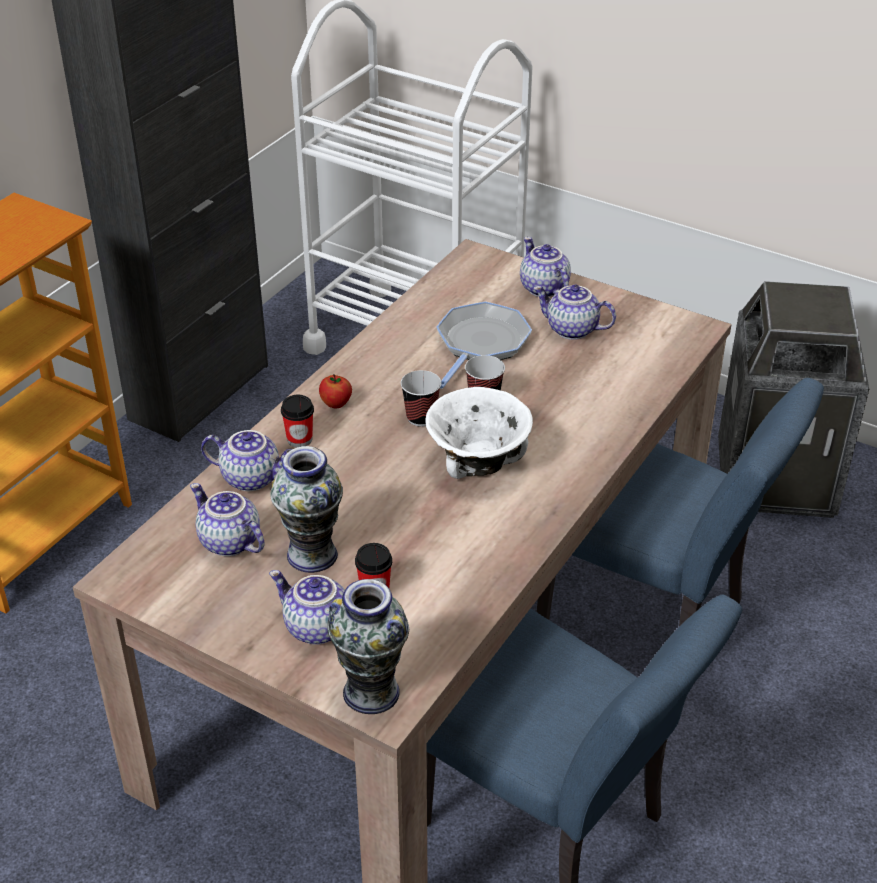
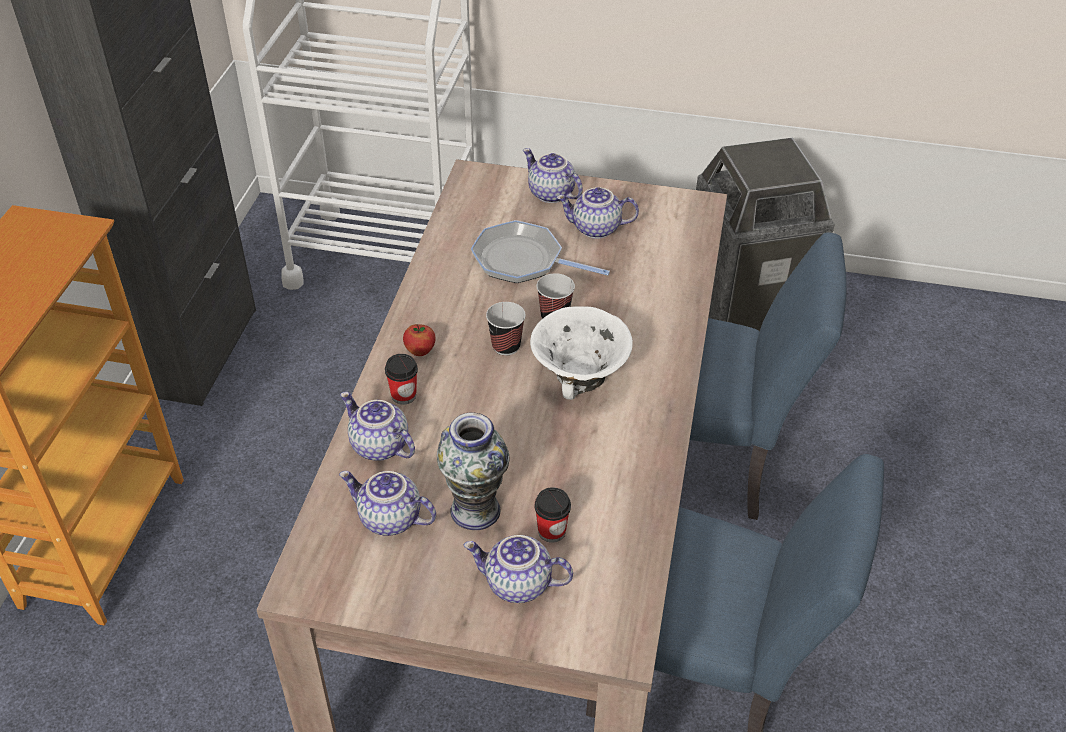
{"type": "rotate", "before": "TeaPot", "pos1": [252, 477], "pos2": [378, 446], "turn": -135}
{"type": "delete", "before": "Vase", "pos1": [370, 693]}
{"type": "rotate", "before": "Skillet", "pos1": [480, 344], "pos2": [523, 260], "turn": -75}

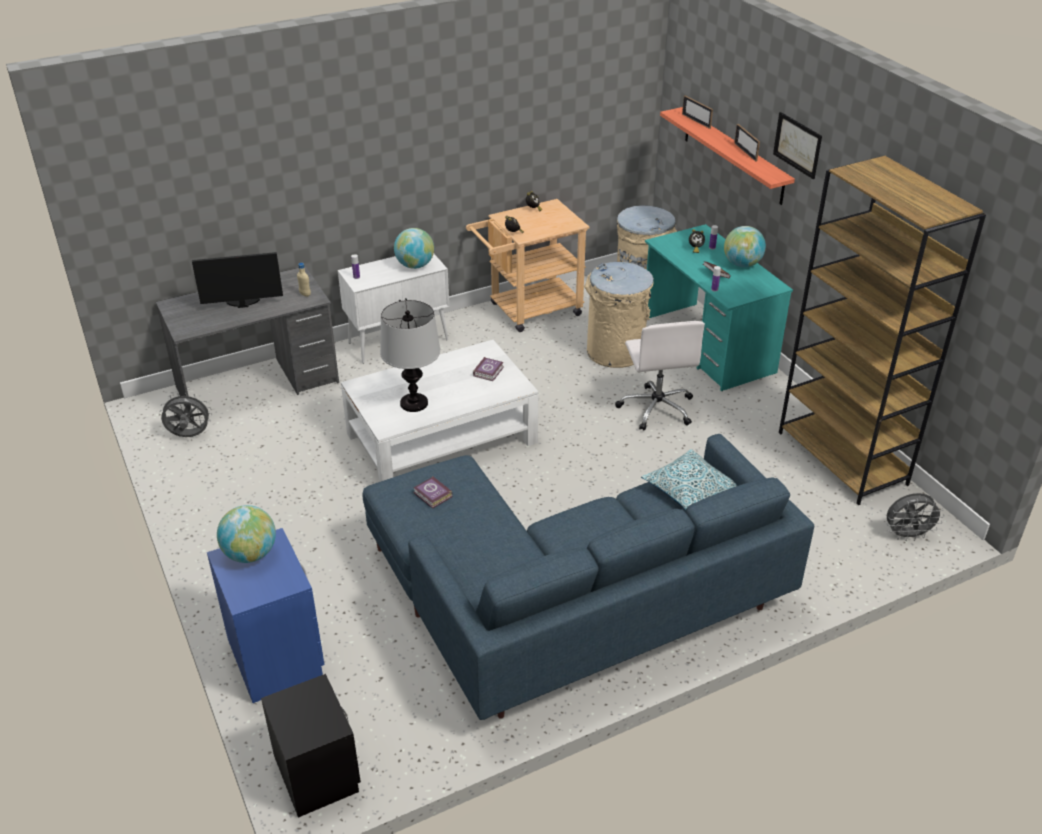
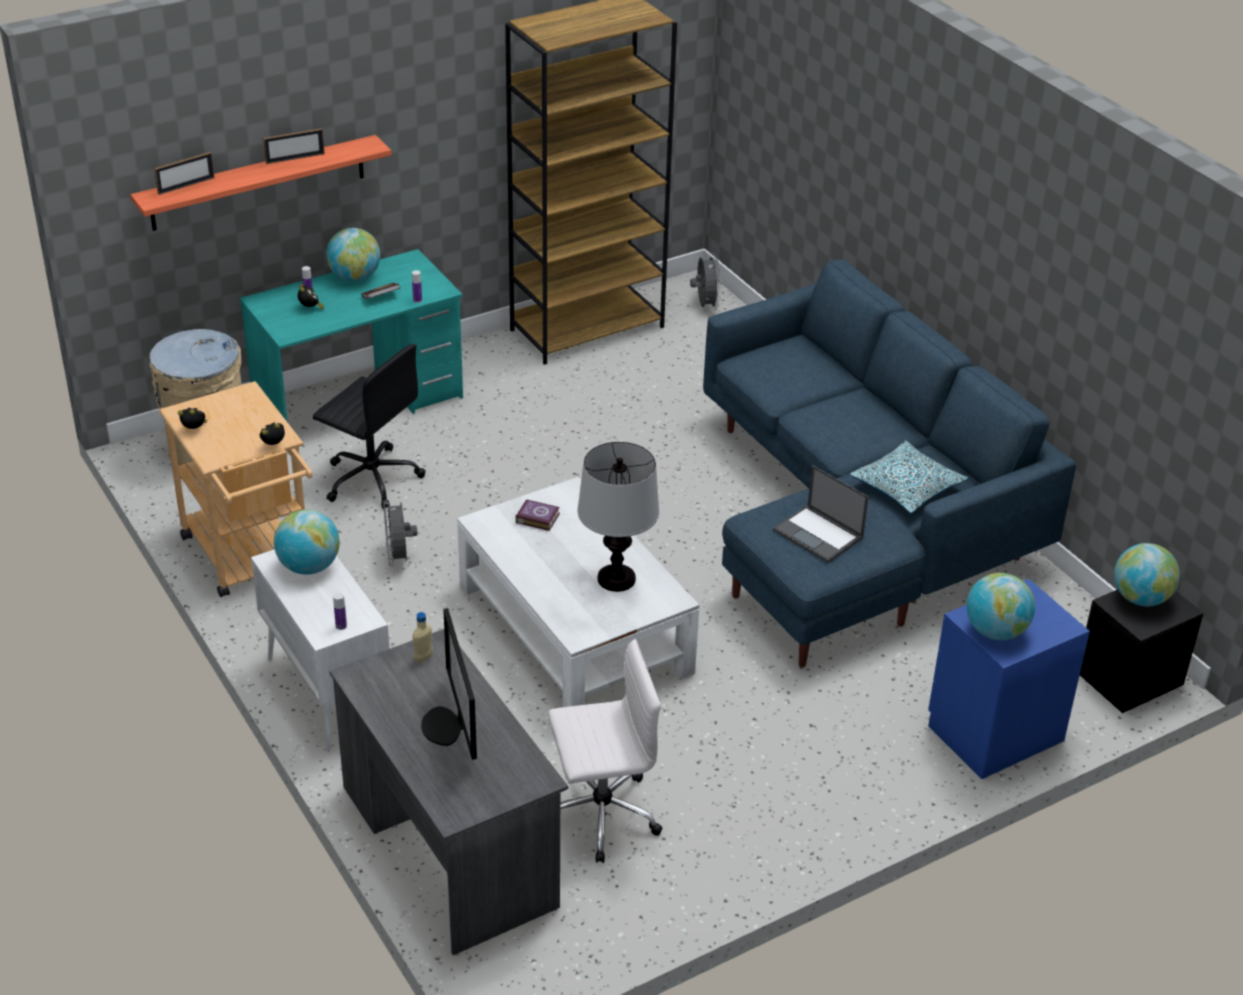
{"type": "move", "before": "GreyishFan", "pos1": [189, 436], "pos2": [399, 558]}
{"type": "replace", "before": "Volume", "after": "Laptop", "pos1": [433, 495], "pos2": [819, 534]}
{"type": "replace", "before": "SandColouredWasteBin", "after": "BlackishComputerChair", "pos1": [615, 352], "pos2": [371, 478]}
{"type": "move", "before": "WhiteComputerChair", "pos1": [656, 408], "pos2": [599, 813]}
{"type": "move", "before": "ThrowPillow", "pos1": [691, 490], "pos2": [906, 487]}
{"type": "delete", "before": "Picture", "pos1": [797, 145]}
{"type": "insert", "after": "WorldGlobe", "pos2": [1140, 598]}

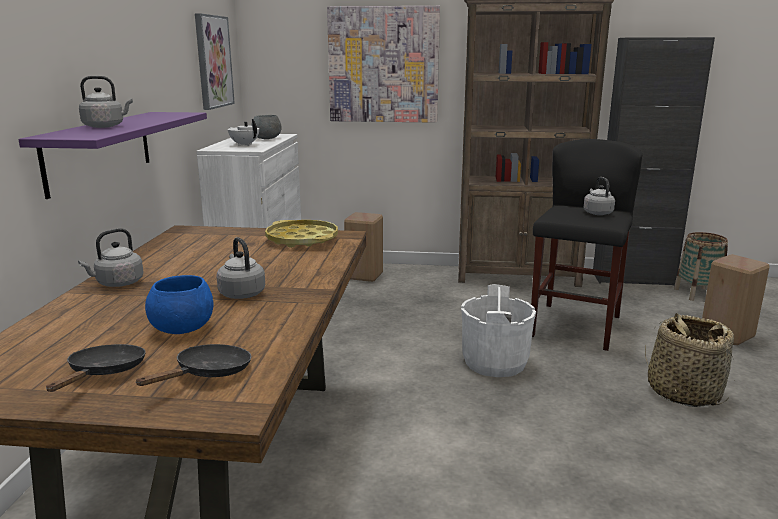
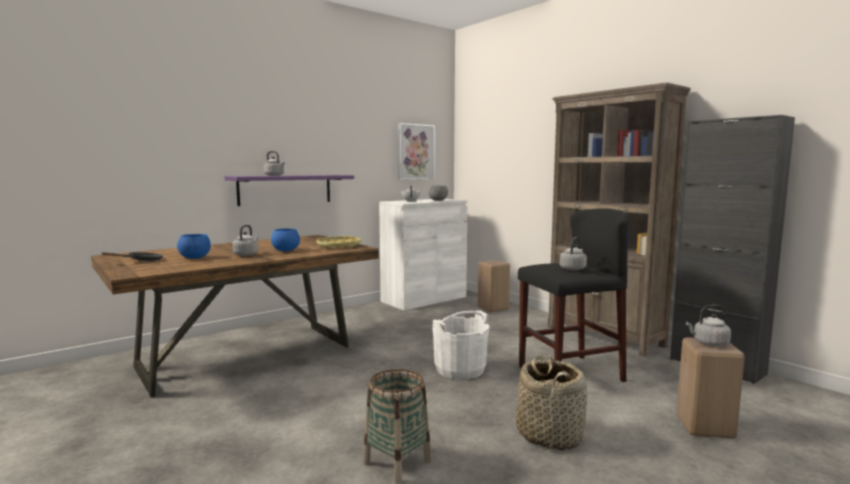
{"type": "move", "before": "GreyishKettle", "pos1": [117, 283], "pos2": [709, 343]}
{"type": "delete", "before": "BlackishSkillet", "pos1": [208, 373]}
{"type": "delete", "before": "Picture", "pos1": [383, 65]}
{"type": "move", "before": "HouseholdBasket", "pos1": [697, 294], "pos2": [397, 462]}
{"type": "insert", "after": "BluishDeepDish", "pos2": [286, 250]}

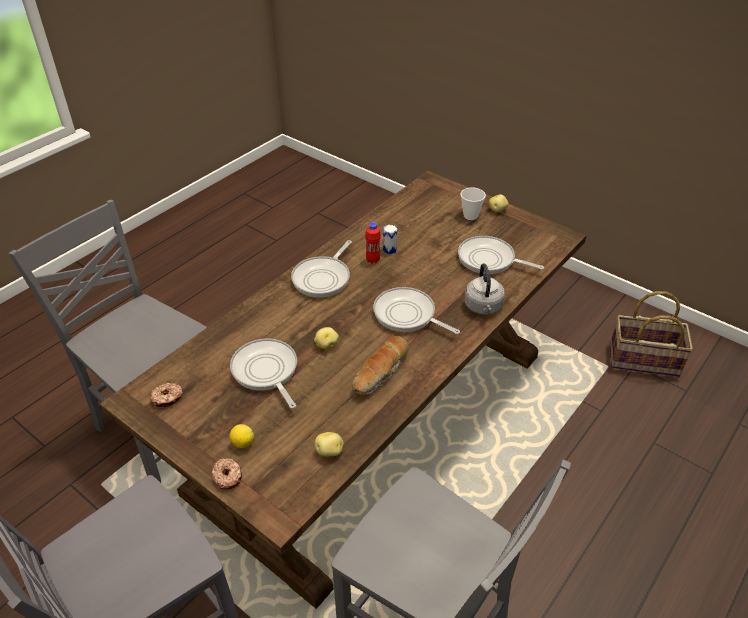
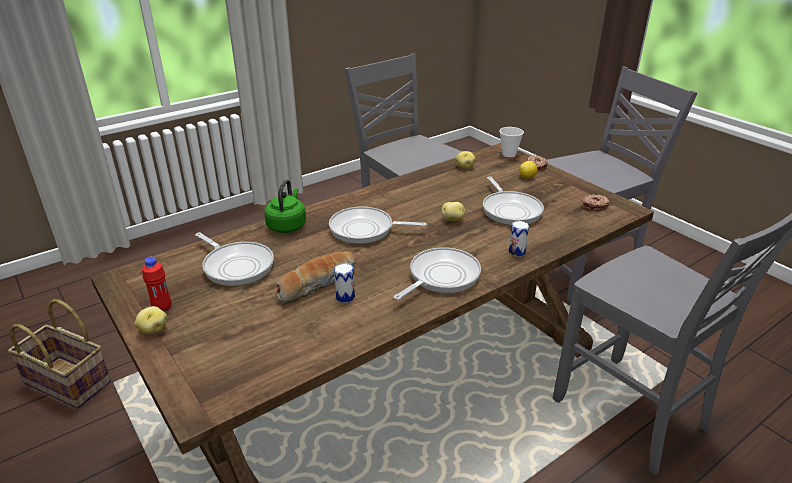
{"type": "move", "before": "BakedBread", "pos1": [381, 372], "pos2": [316, 284]}
{"type": "move", "before": "RedColouredDrinkBottle", "pos1": [373, 260], "pos2": [162, 308]}
{"type": "rotate", "before": "Skillet", "pos1": [407, 315], "pos2": [365, 230], "turn": 135}
{"type": "move", "before": "SmallCup", "pos1": [470, 216], "pos2": [509, 154]}
{"type": "recolor", "before": "GreyishKettle", "after": "GreenishKettle", "pos1": [483, 307], "pos2": [287, 225]}
{"type": "insert", "after": "Can", "pos2": [516, 252]}

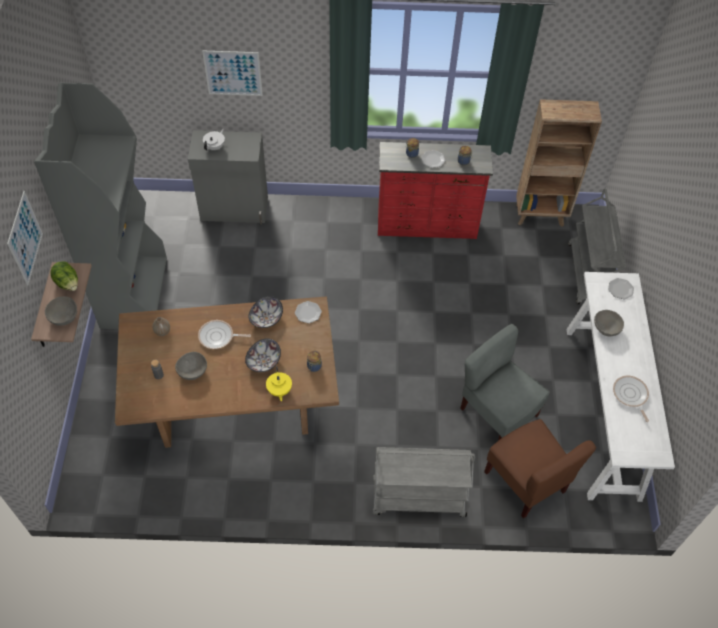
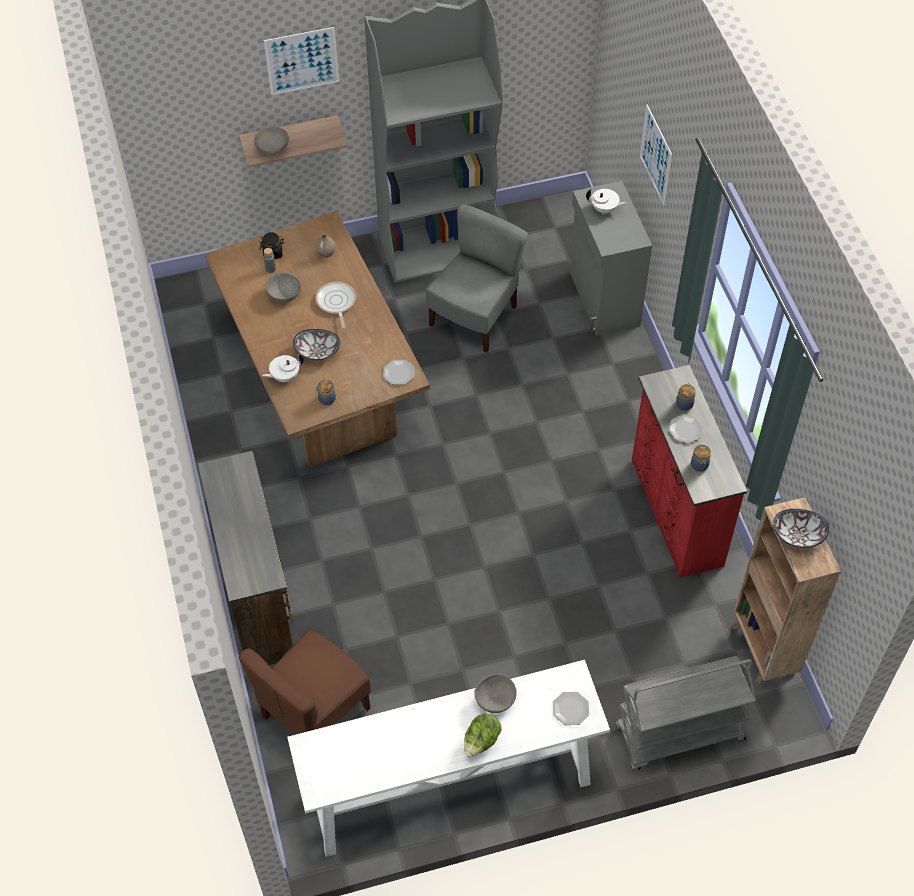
{"type": "move", "before": "LettuceHead", "pos1": [68, 283], "pos2": [481, 741]}
{"type": "move", "before": "DeepDish", "pos1": [266, 318], "pos2": [798, 535]}
{"type": "recolor", "before": "YellowTeaPot", "after": "WhiteTeaPot", "pos1": [279, 390], "pos2": [285, 376]}
{"type": "replace", "before": "GreyishTrolley", "after": "BrownColouredDrawerChest", "pos1": [418, 498], "pos2": [258, 598]}
{"type": "move", "before": "GreyishUprightChair", "pos1": [497, 413], "pos2": [475, 316]}
{"type": "delete", "before": "Skillet", "pos1": [630, 395]}
{"type": "insert", "after": "BlackishJar", "pos2": [273, 252]}

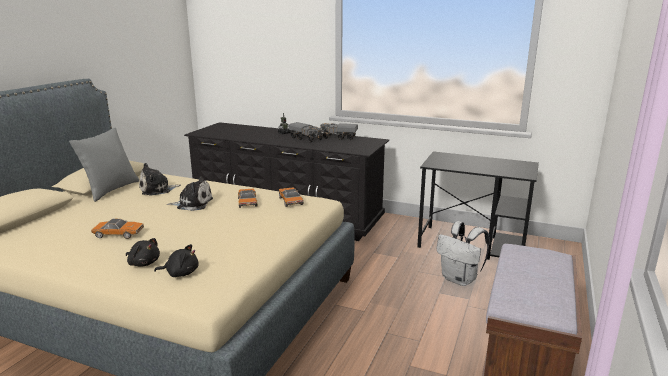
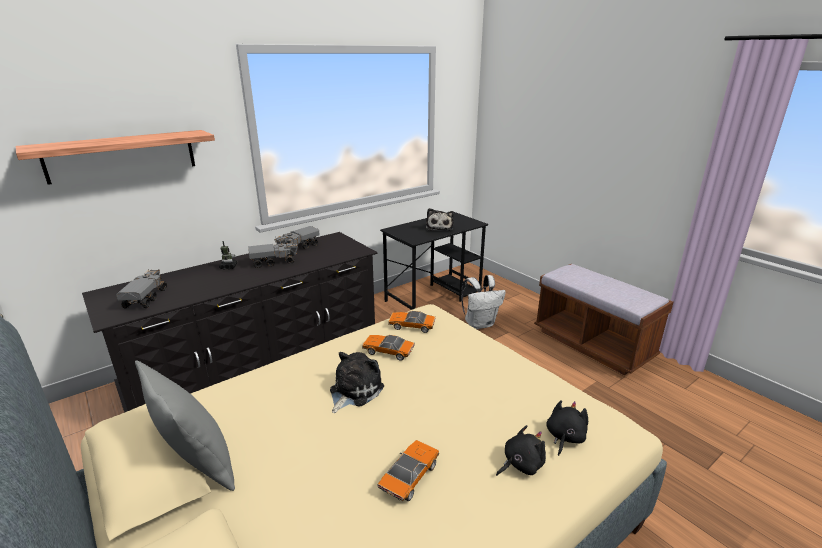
{"type": "move", "before": "PlushToy", "pos1": [157, 190], "pos2": [439, 227]}
{"type": "insert", "after": "BracketShelf", "pos2": [122, 156]}
{"type": "insert", "after": "ToyLorry", "pos2": [145, 298]}

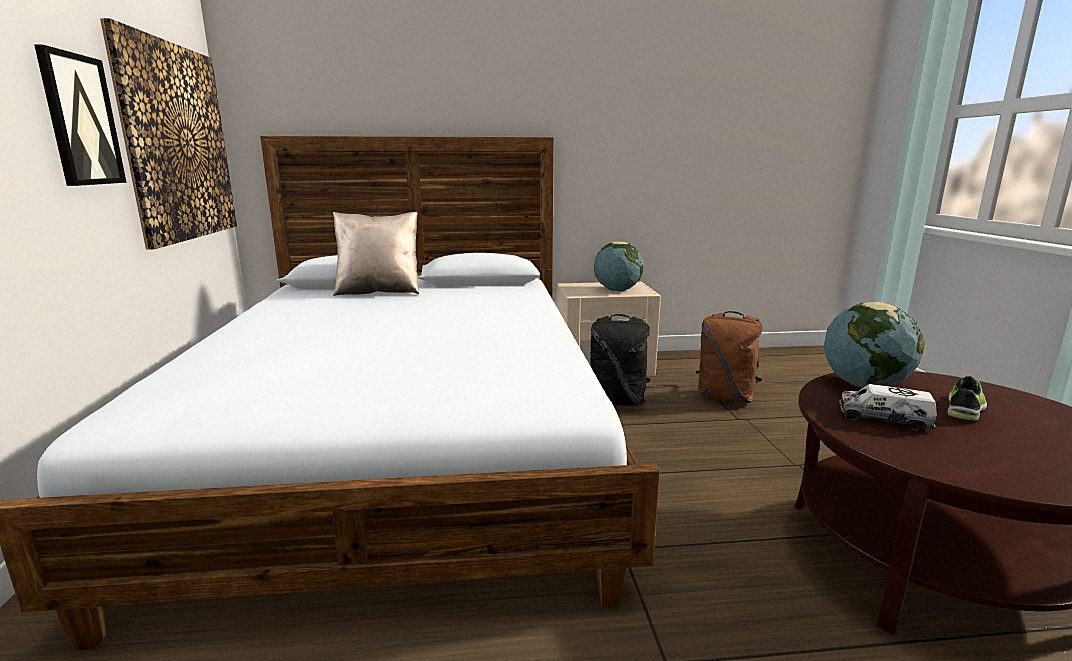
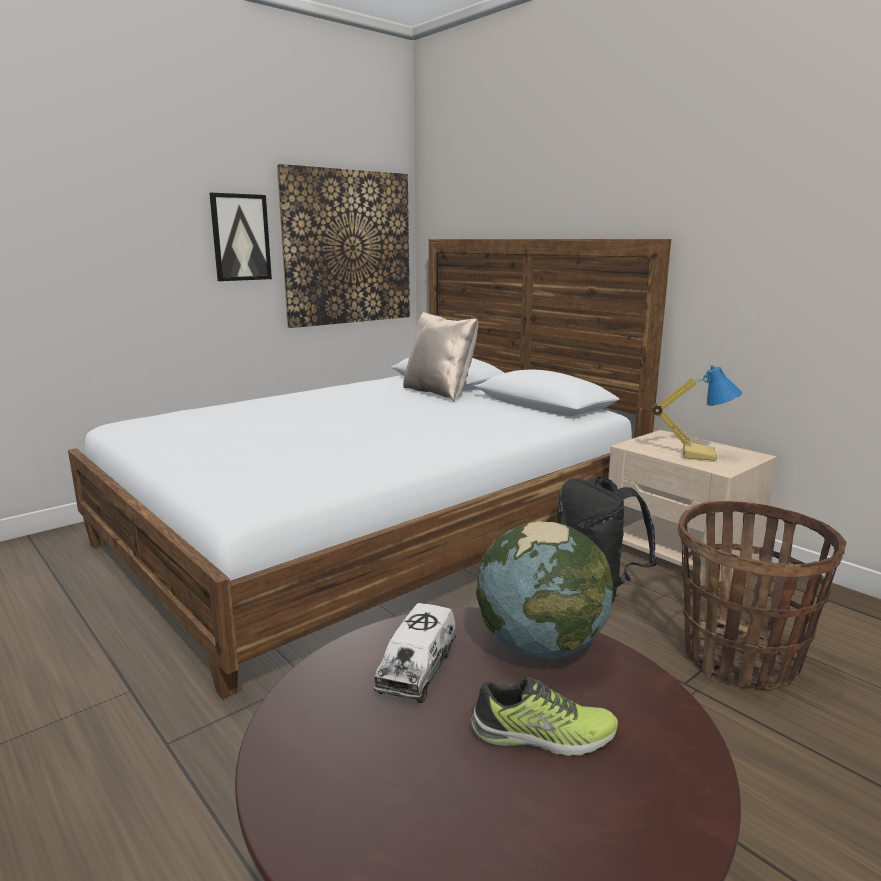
{"type": "replace", "before": "WorldGlobe", "after": "TabletopLamp", "pos1": [617, 290], "pos2": [698, 455]}
{"type": "replace", "before": "BrownColouredRucksack", "after": "HouseholdBasket", "pos1": [725, 397], "pos2": [740, 658]}
{"type": "rotate", "before": "ToyLorry", "pos1": [883, 419], "pos2": [417, 668], "turn": -150}

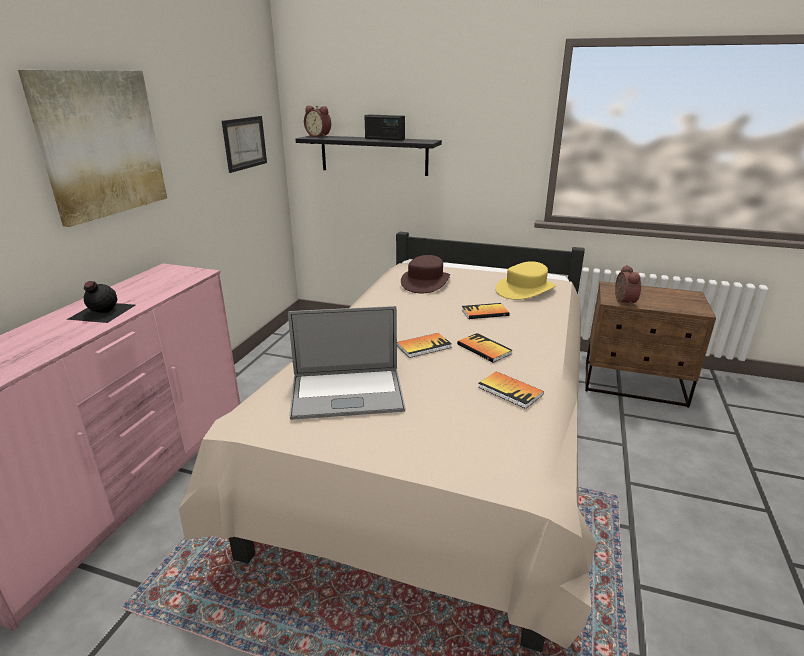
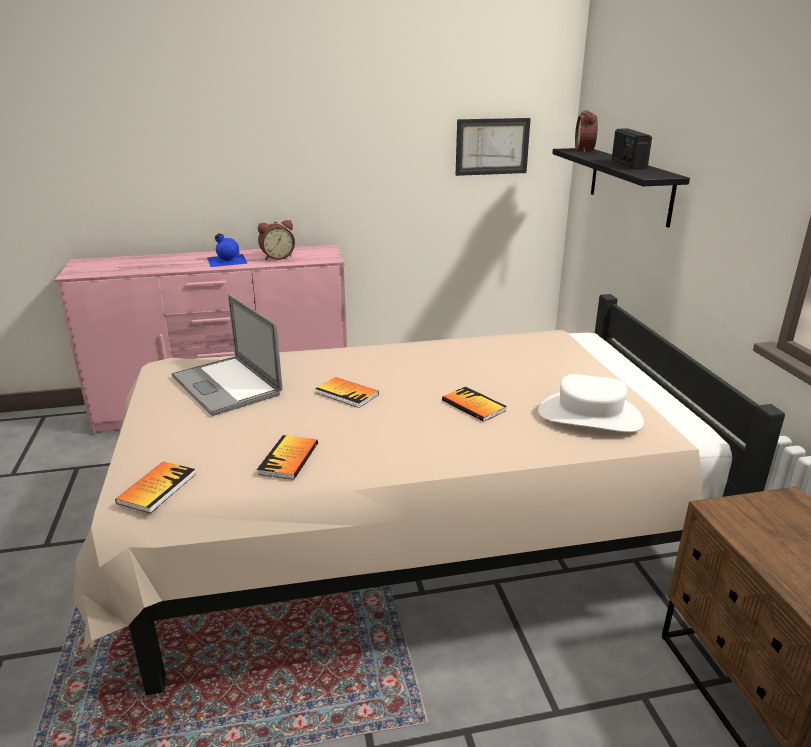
{"type": "delete", "before": "Picture", "pos1": [101, 144]}
{"type": "recolor", "before": "BlackishDrinkBottle", "after": "BluishDrinkBottle", "pos1": [101, 312], "pos2": [226, 260]}
{"type": "delete", "before": "BrownColouredClothingHat", "pos1": [425, 282]}
{"type": "move", "before": "Volume", "pos1": [484, 349], "pos2": [157, 488]}
{"type": "recolor", "before": "YellowClothingHat", "after": "WhiteClothingHat", "pos1": [525, 289], "pos2": [589, 416]}
{"type": "move", "before": "TableClock", "pos1": [622, 301], "pos2": [277, 257]}

